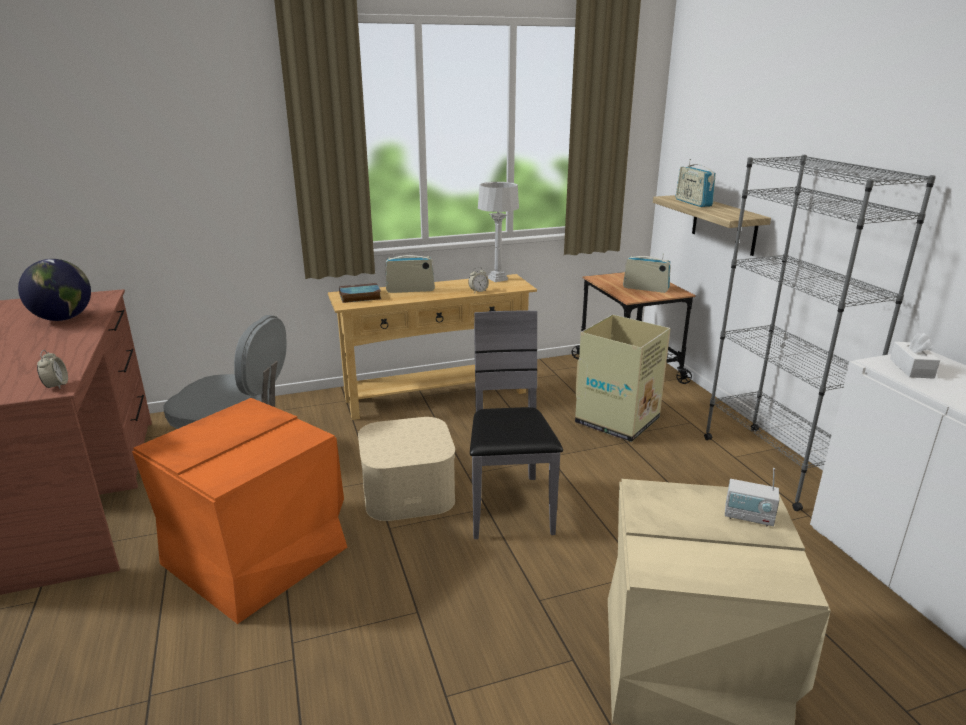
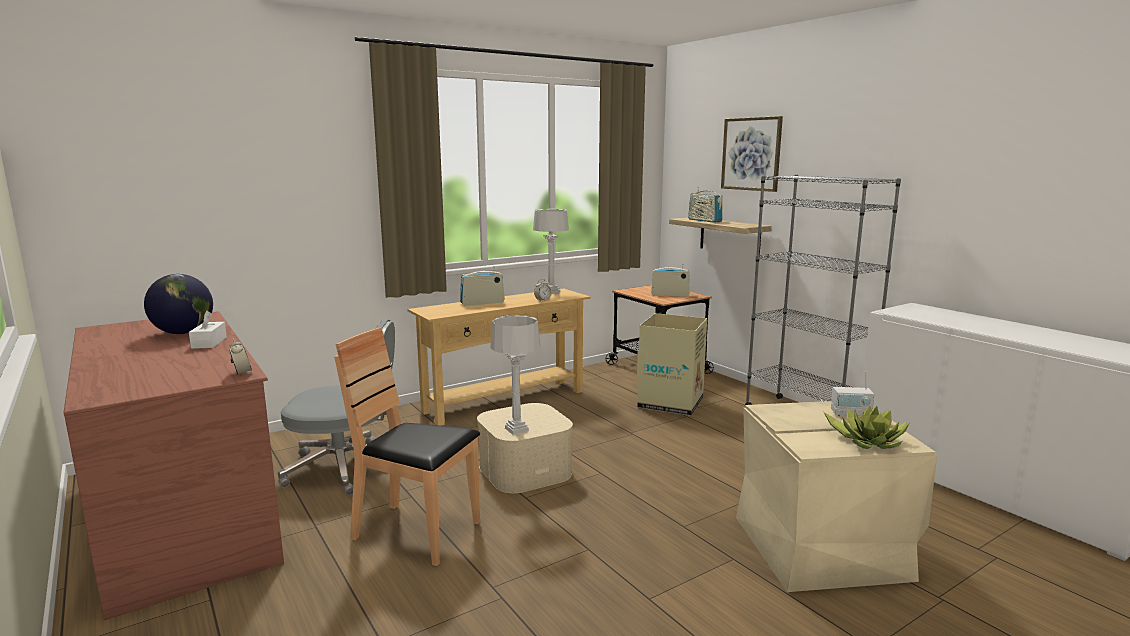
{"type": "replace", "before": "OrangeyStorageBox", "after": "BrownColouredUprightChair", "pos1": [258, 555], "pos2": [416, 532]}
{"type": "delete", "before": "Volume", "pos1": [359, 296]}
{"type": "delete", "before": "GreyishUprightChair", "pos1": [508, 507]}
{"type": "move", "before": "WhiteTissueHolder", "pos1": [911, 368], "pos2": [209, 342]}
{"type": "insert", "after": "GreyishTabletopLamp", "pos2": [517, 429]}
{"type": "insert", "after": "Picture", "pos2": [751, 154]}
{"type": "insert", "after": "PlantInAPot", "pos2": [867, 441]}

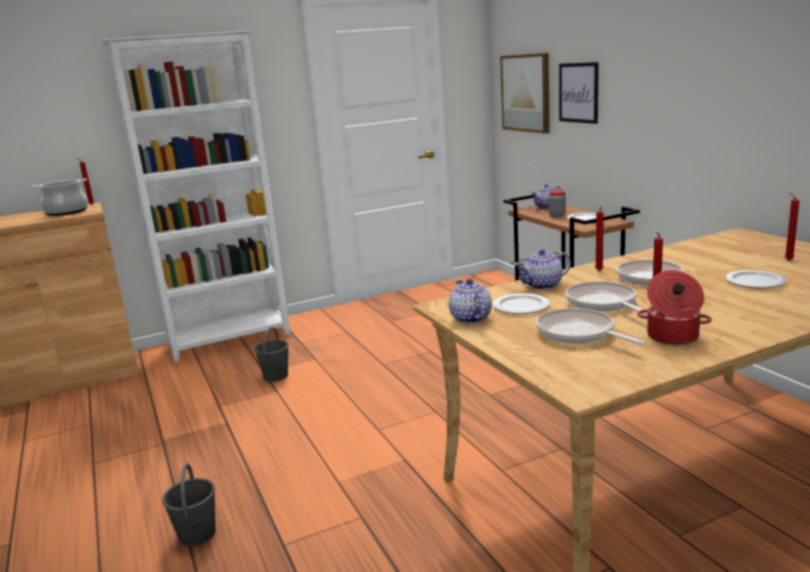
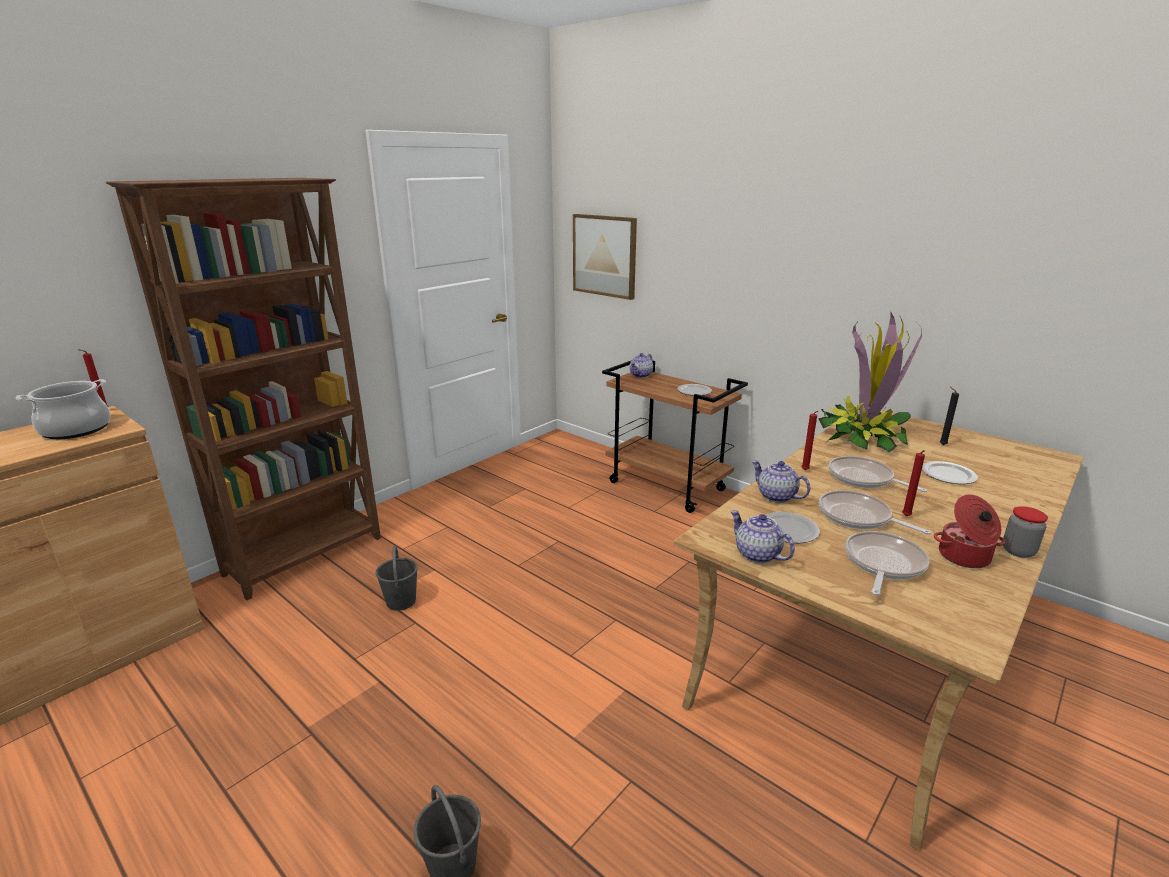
{"type": "recolor", "before": "WhiteBookcase", "after": "BrownColouredBookcase", "pos1": [231, 340], "pos2": [306, 556]}
{"type": "rotate", "before": "TeaPot", "pos1": [542, 285], "pos2": [776, 496], "turn": 90}
{"type": "rotate", "before": "Skillet", "pos1": [579, 334], "pos2": [883, 564], "turn": 90}
{"type": "move", "before": "Jar", "pos1": [557, 215], "pos2": [1018, 551]}
{"type": "delete", "before": "Picture", "pos1": [578, 92]}
{"type": "recolor", "before": "RedColouredWaxLight", "after": "BlackishWaxLight", "pos1": [787, 260], "pos2": [941, 444]}
{"type": "insert", "after": "PlantInAPot", "pos2": [862, 437]}

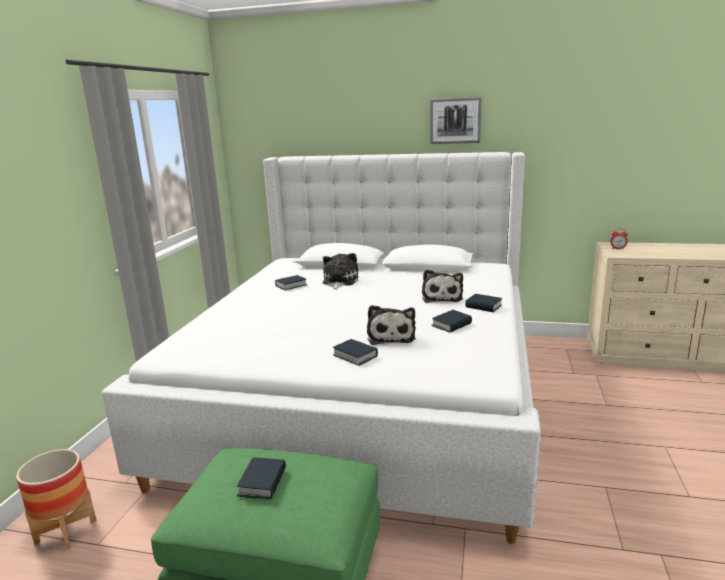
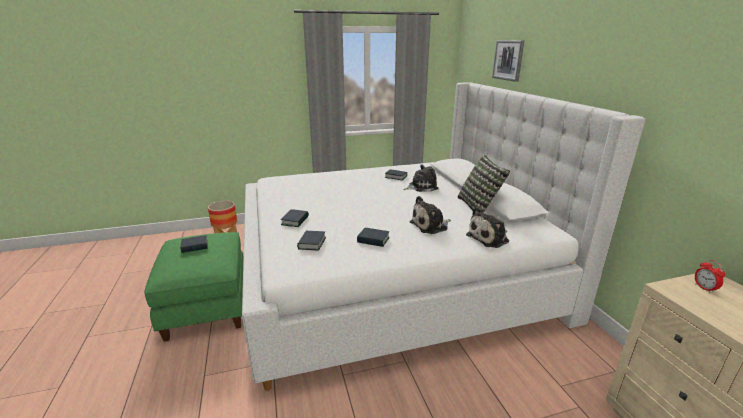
{"type": "move", "before": "PlushToy", "pos1": [391, 336], "pos2": [489, 238]}
{"type": "move", "before": "Picture", "pos1": [455, 120], "pos2": [508, 60]}
{"type": "move", "before": "Volume", "pos1": [483, 306], "pos2": [312, 243]}
{"type": "insert", "after": "ThrowPillow", "pos2": [479, 207]}

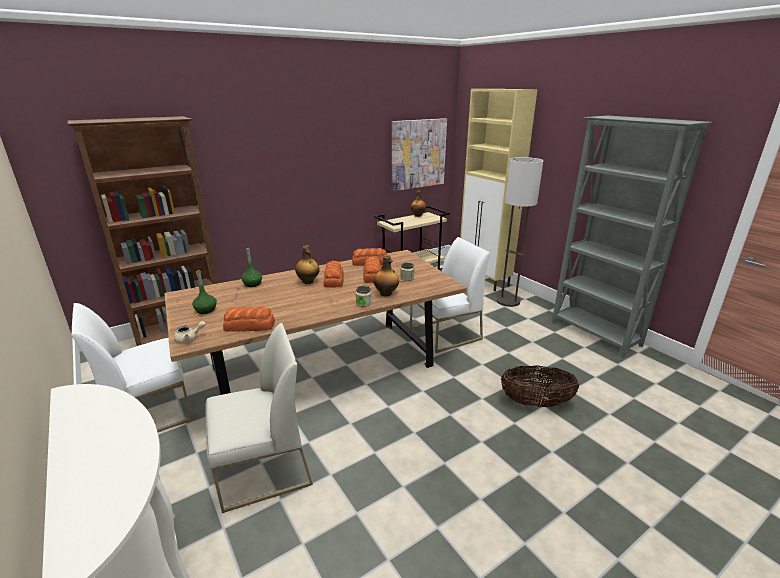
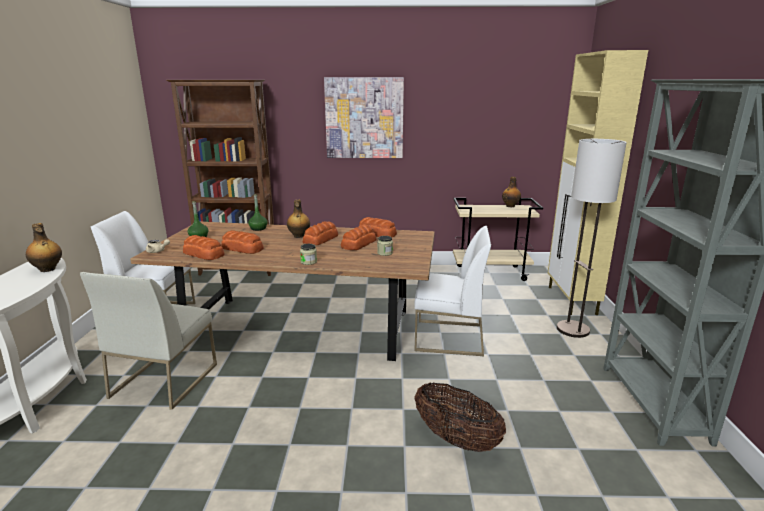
{"type": "rotate", "before": "WhiteUprightChair", "pos1": [262, 469], "pos2": [164, 380], "turn": 90}
{"type": "move", "before": "DrinkBottle", "pos1": [386, 293], "pos2": [47, 269]}
{"type": "move", "before": "Picture", "pos1": [418, 154], "pos2": [364, 118]}
{"type": "insert", "after": "BakedBread", "pos2": [242, 249]}

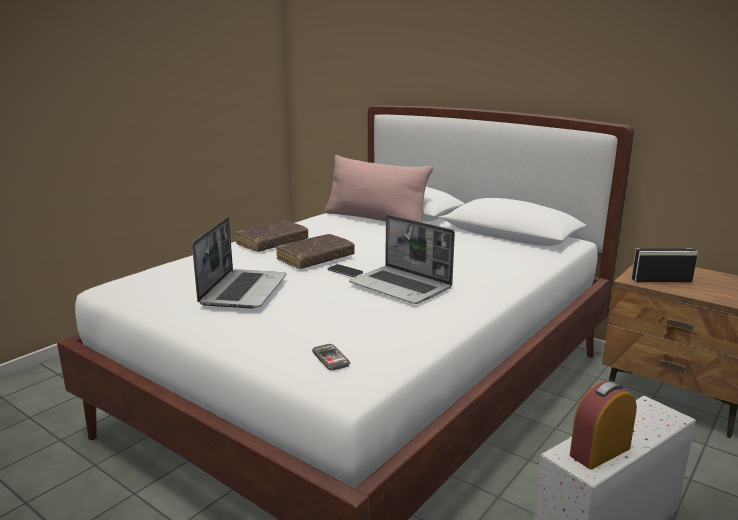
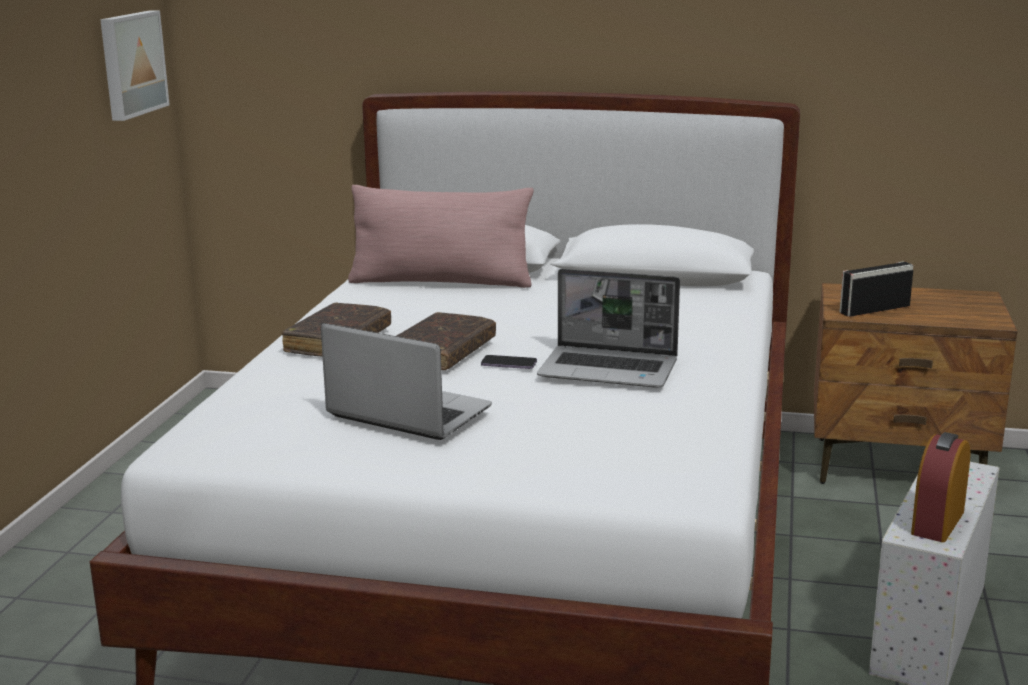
{"type": "rotate", "before": "Laptop", "pos1": [243, 290], "pos2": [406, 413], "turn": -45}
{"type": "delete", "before": "Handset", "pos1": [330, 358]}
{"type": "insert", "after": "Picture", "pos2": [131, 64]}

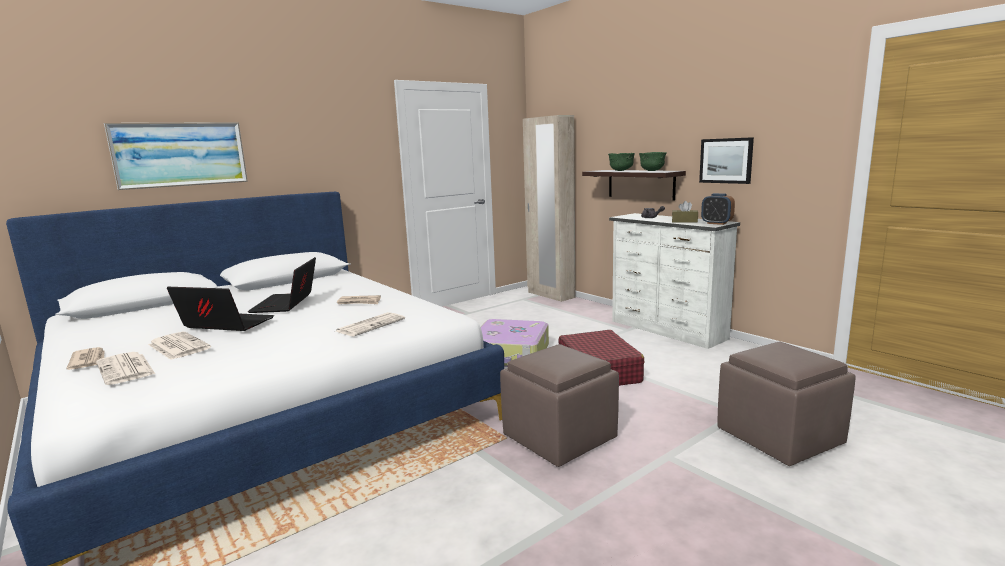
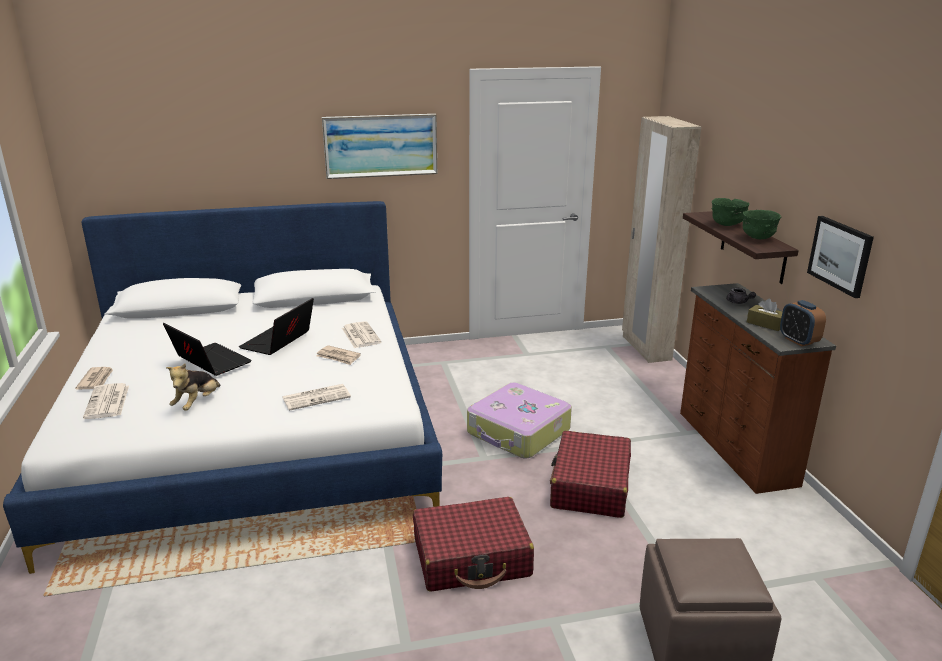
{"type": "move", "before": "Picture", "pos1": [180, 154], "pos2": [380, 145]}
{"type": "move", "before": "PrintedPaper", "pos1": [178, 346], "pos2": [360, 335]}
{"type": "replace", "before": "BrownColouredFootrest", "after": "RedColouredSuitcase", "pos1": [559, 437], "pos2": [472, 557]}
{"type": "recolor", "before": "WhiteDrawerChest", "after": "BrownColouredDrawerChest", "pos1": [667, 330], "pos2": [734, 448]}
{"type": "insert", "after": "PlushToy", "pos2": [197, 403]}

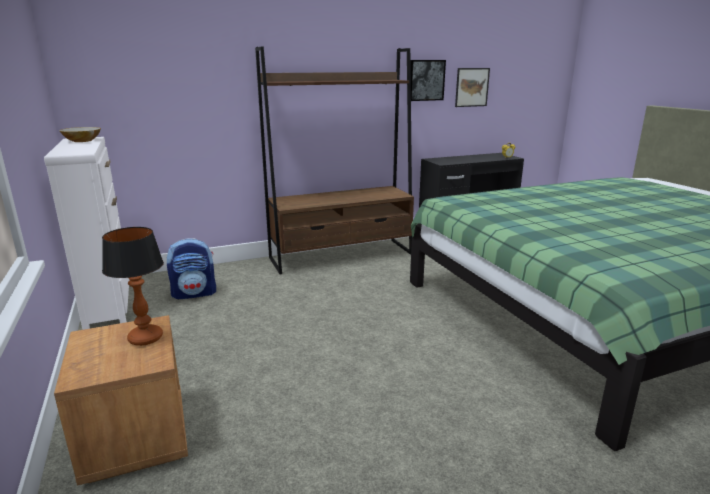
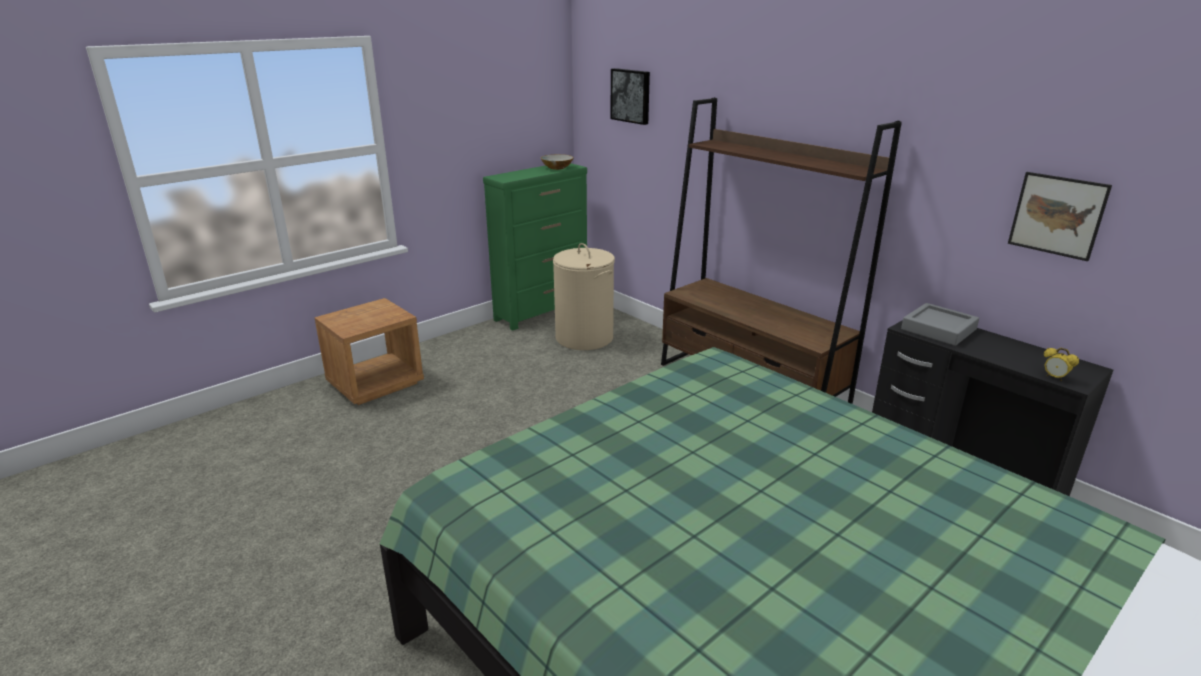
{"type": "recolor", "before": "WhiteDrawerChest", "after": "GreenishDrawerChest", "pos1": [109, 303], "pos2": [542, 312]}
{"type": "delete", "before": "TabletopLamp", "pos1": [146, 338]}
{"type": "replace", "before": "Rucksack", "after": "SandColouredHamper", "pos1": [195, 293], "pos2": [584, 338]}
{"type": "move", "before": "Picture", "pos1": [425, 80], "pos2": [631, 96]}
{"type": "insert", "after": "GreyishServingTray", "pos2": [938, 329]}

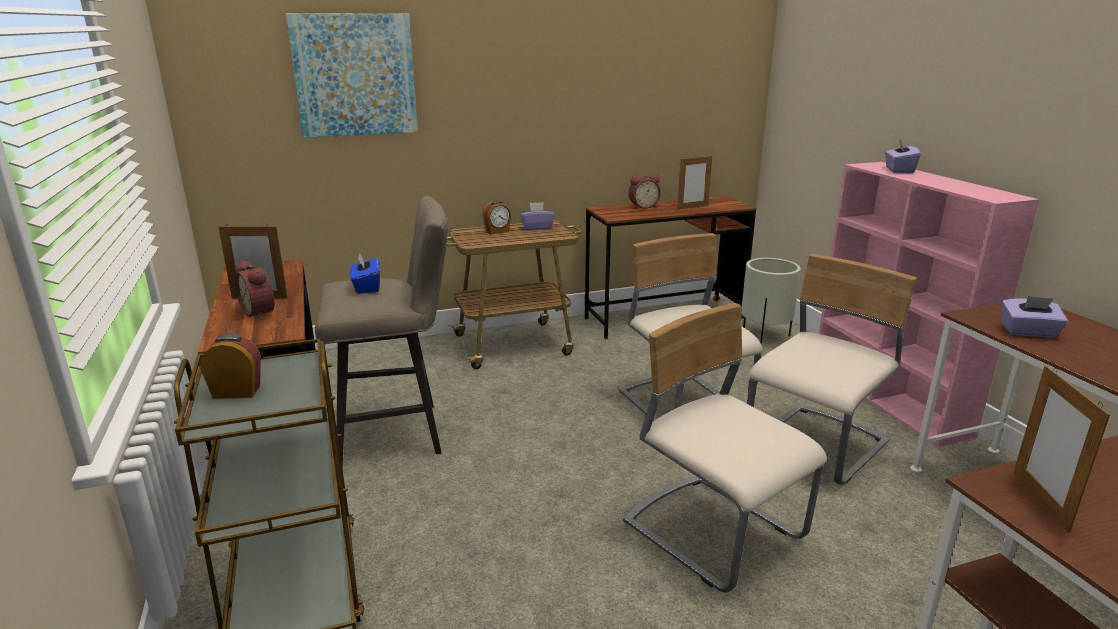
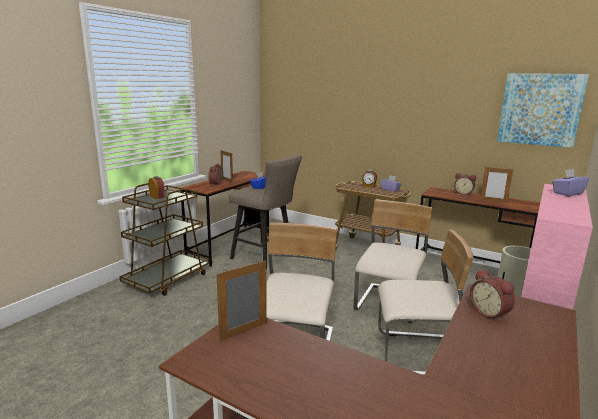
{"type": "move", "before": "Picture", "pos1": [355, 75], "pos2": [540, 109]}
{"type": "replace", "before": "PurplishTissueHolder", "after": "TableClock", "pos1": [1028, 332], "pos2": [490, 313]}

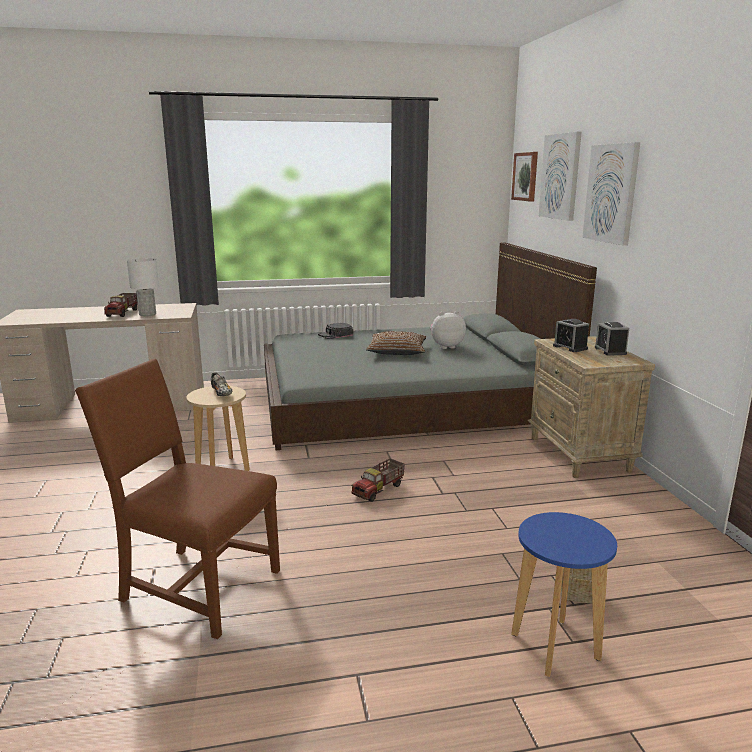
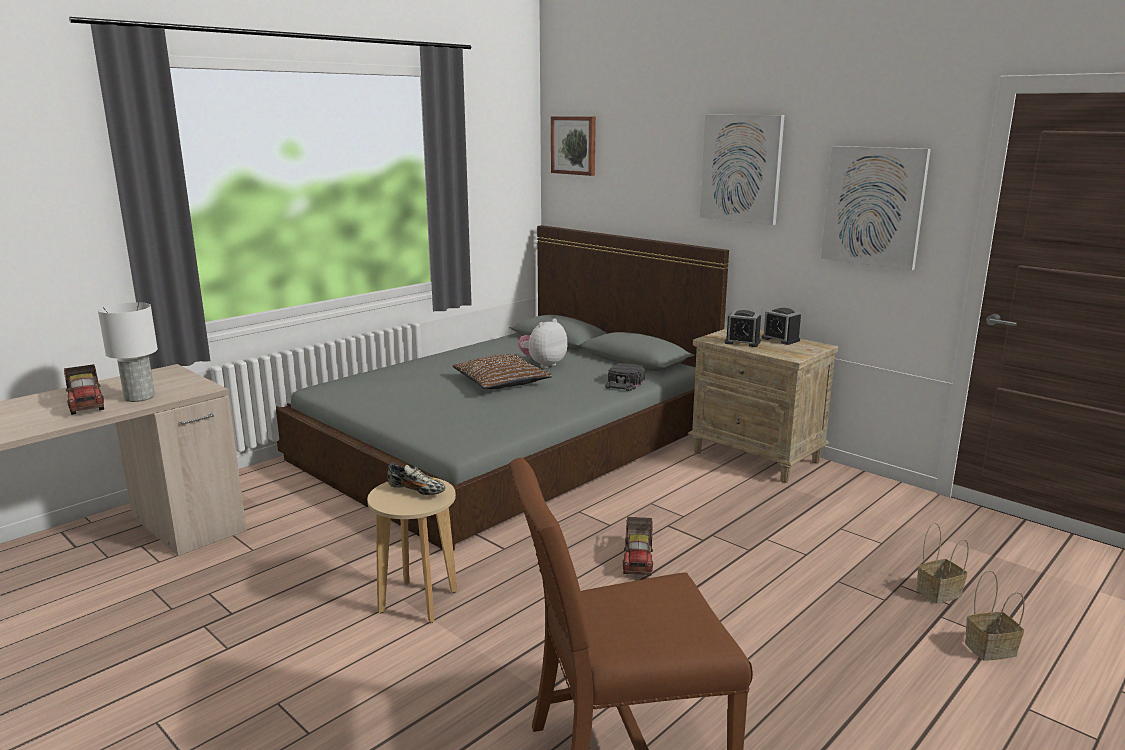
{"type": "move", "before": "BlackishCap", "pos1": [335, 335], "pos2": [624, 382]}
{"type": "replace", "before": "BluishStoolSeat", "after": "HouseholdBasket", "pos1": [555, 646], "pos2": [991, 648]}
{"type": "move", "before": "Picture", "pos1": [560, 176], "pos2": [874, 206]}

